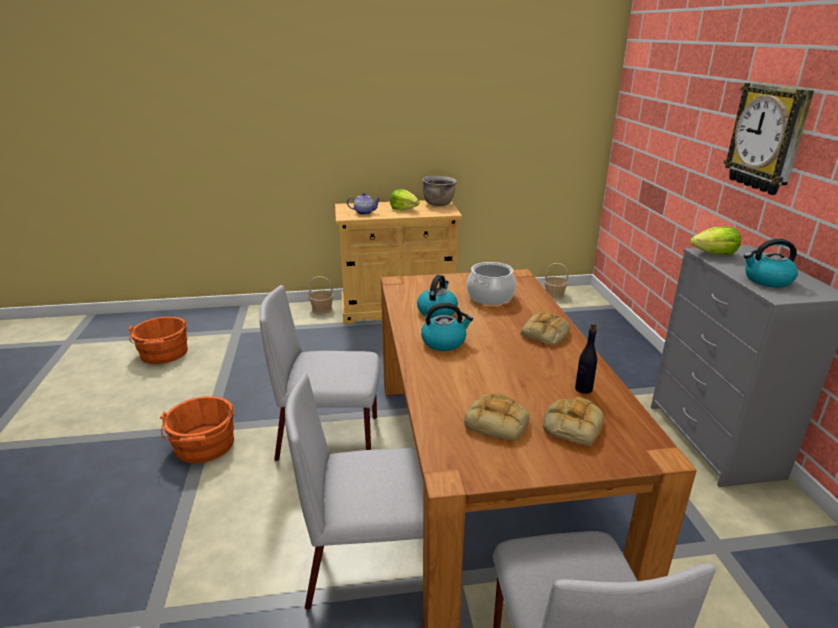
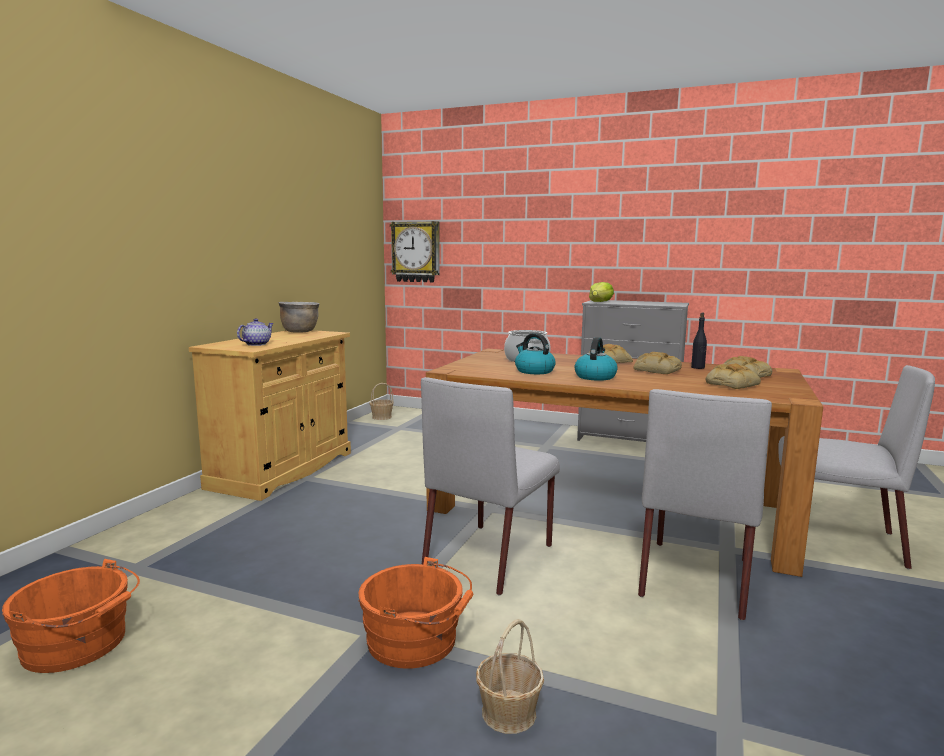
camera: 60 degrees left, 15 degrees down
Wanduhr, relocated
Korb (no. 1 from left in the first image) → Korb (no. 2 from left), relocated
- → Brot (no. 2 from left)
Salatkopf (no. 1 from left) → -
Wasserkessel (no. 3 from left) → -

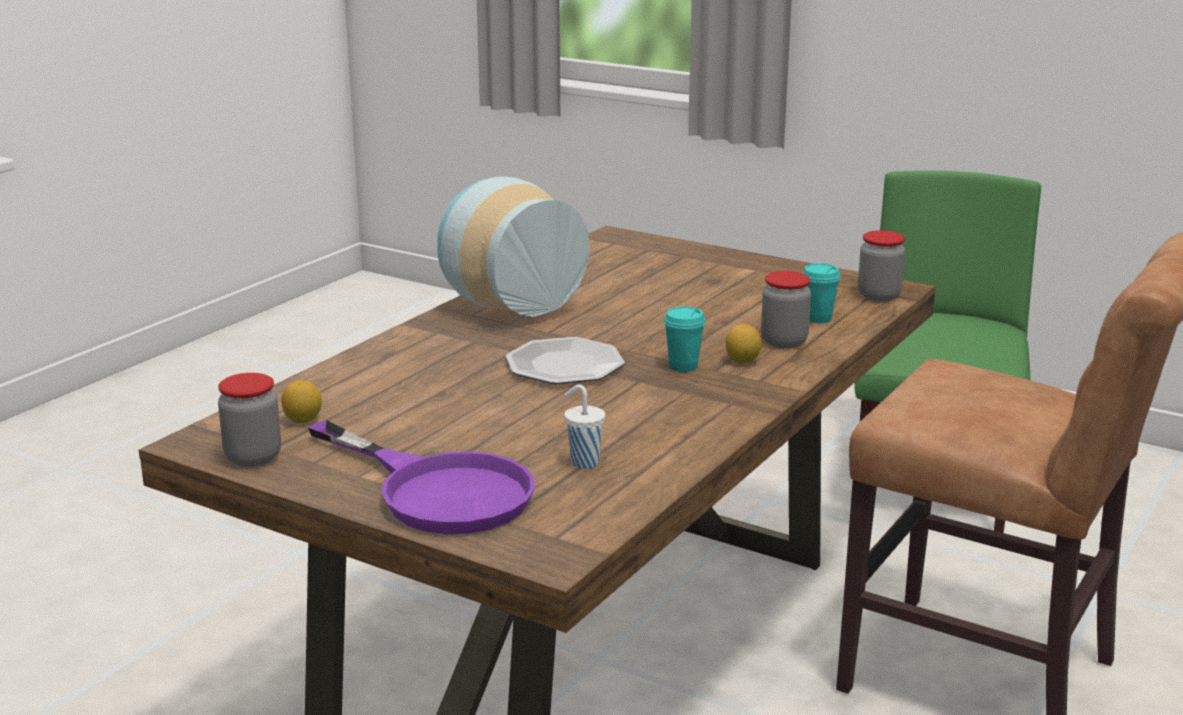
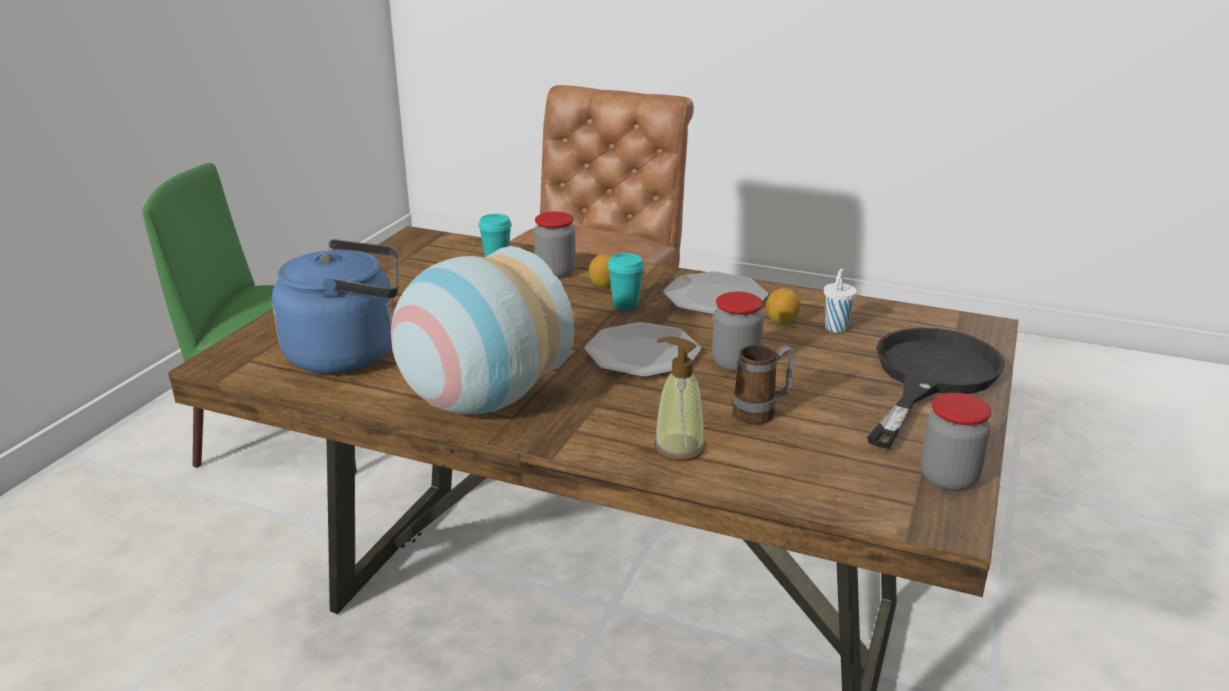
camera: 100 degrees left, 5 degrees up
- → Wasserkessel [blau]
- → Seifenspender
- → Teller (no. 2 from left)
Vorratsglas (no. 3 from left in the first image) → Vorratsglas (no. 2 from left), relocated
- → Henkelbecher
Zitrone (no. 1 from left in the first image) → Zitrone (no. 2 from left), relocated
Pfanne [lila] → Pfanne [schwarz]

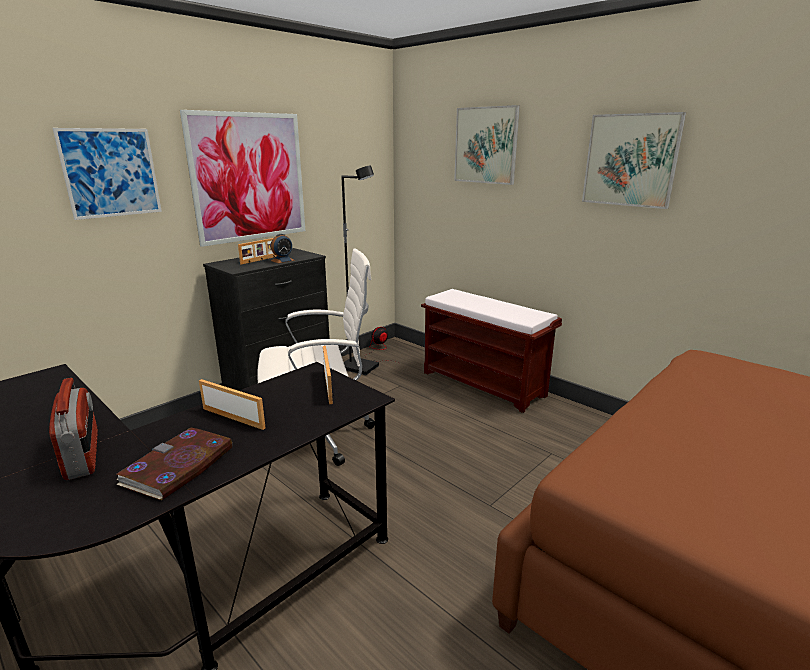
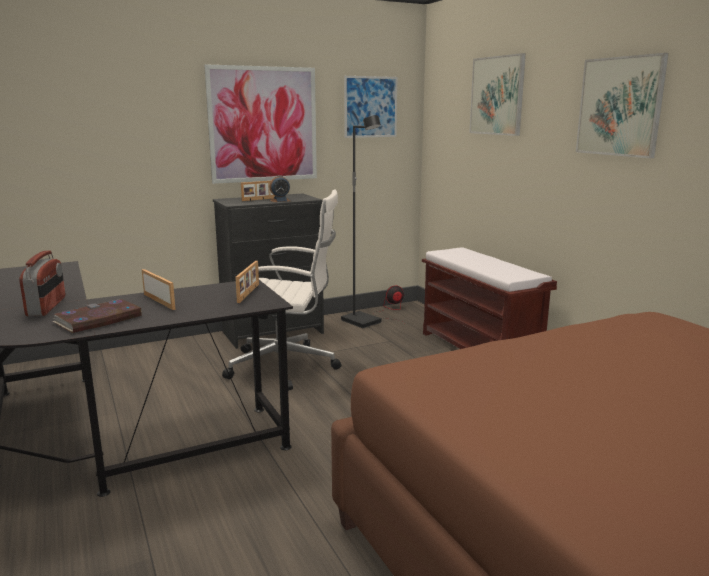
camera: 20 degrees right, 5 degrees down
Bild (no. 1 from left in the first image) → Bild (no. 2 from left), relocated

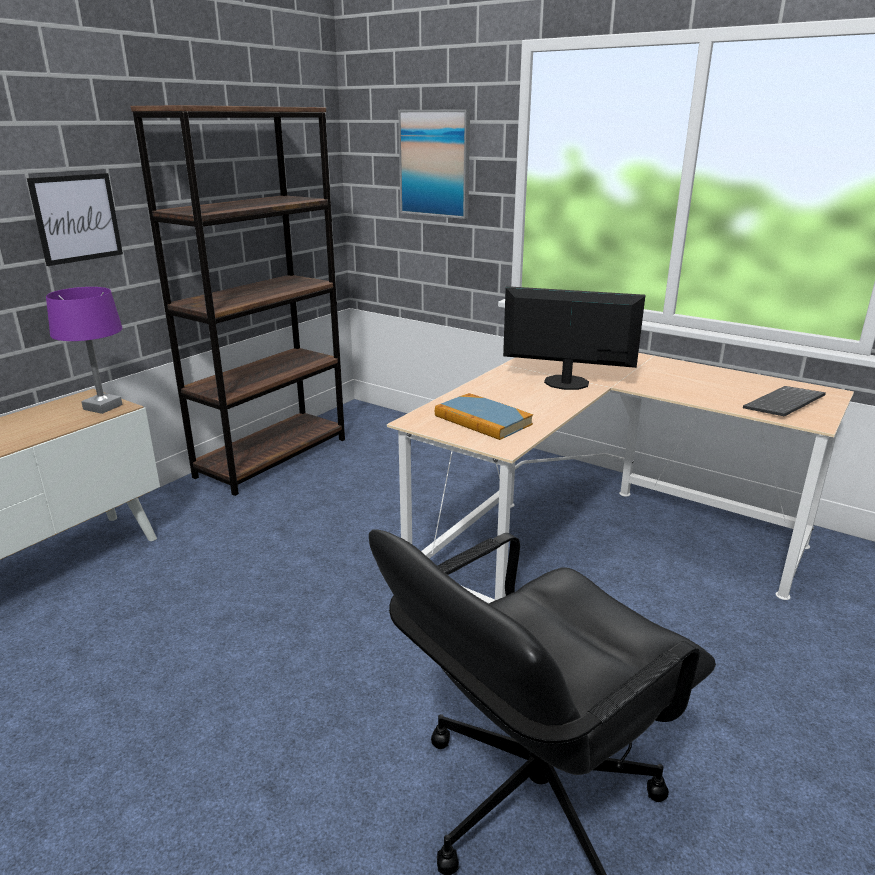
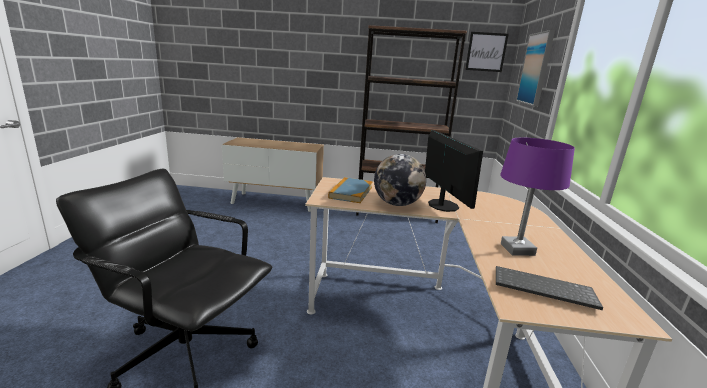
camera: 60 degrees right, 5 degrees down
- → Globus
Bild (no. 1 from left), relocated
Tischlampe [lila], relocated

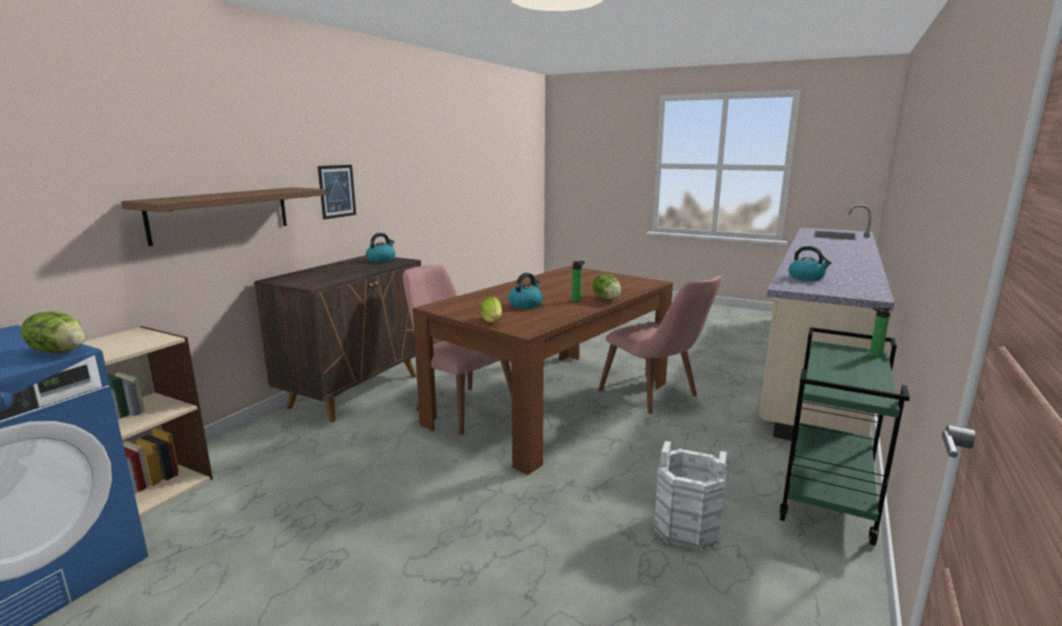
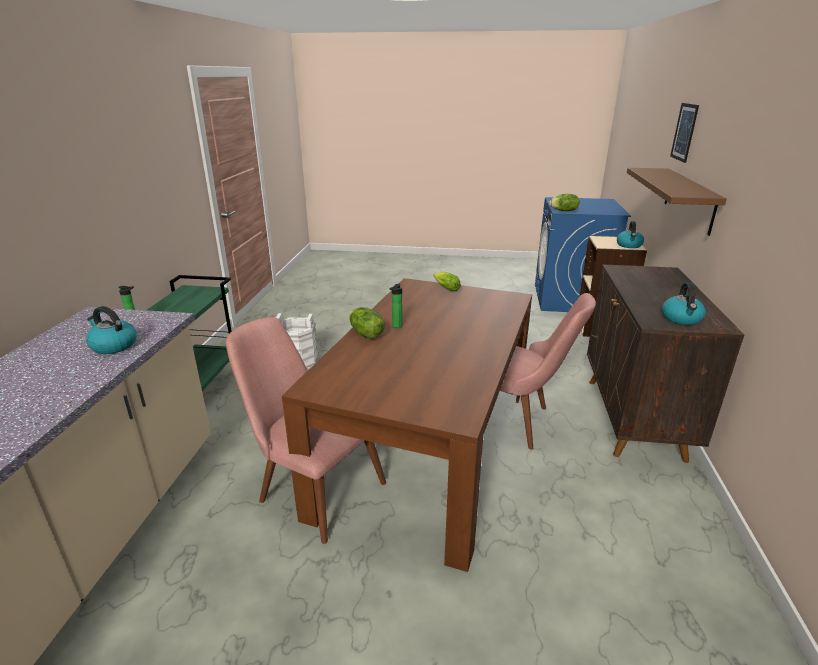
camera: 160 degrees right, 10 degrees up
Wasserkessel (no. 2 from left), relocated
Bild, relocated

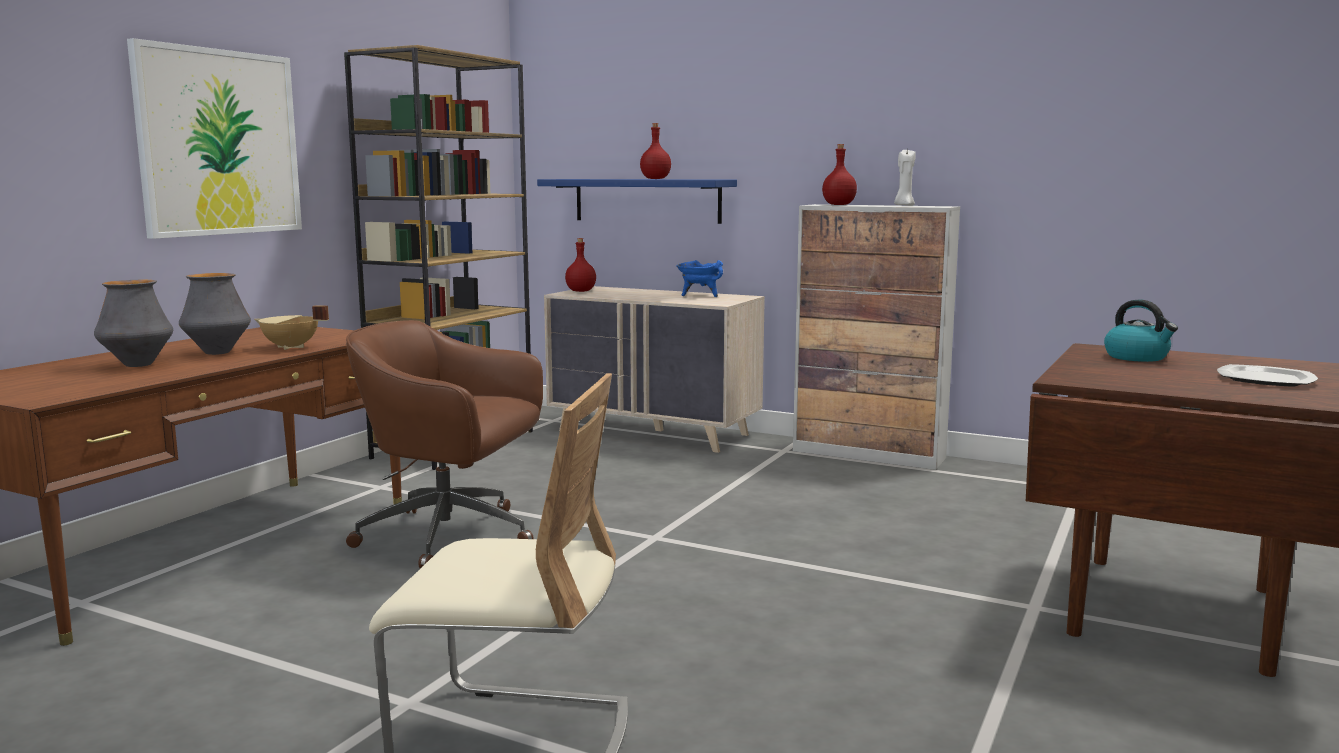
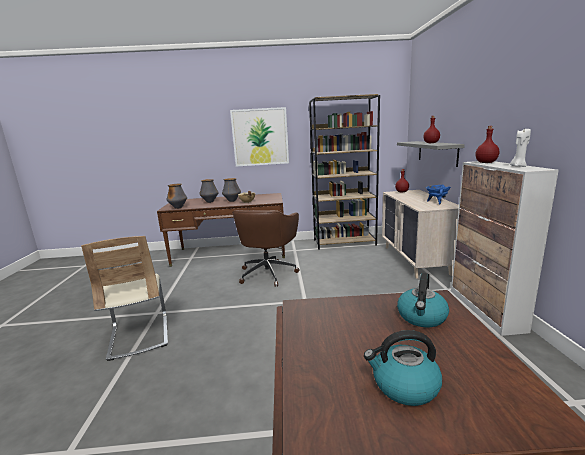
camera: 60 degrees right, 5 degrees up
- → Vase (no. 1 from left)
Bürostuhl [braun], 150 degrees counterclockwise
Teller → Wasserkessel (no. 1 from left)
Wandregal [blau] → Wandregal [grau]

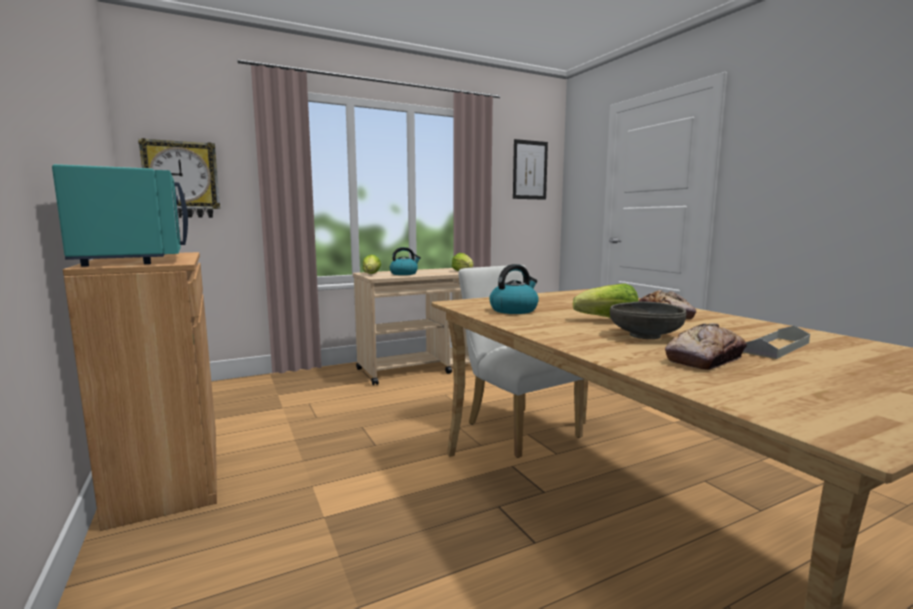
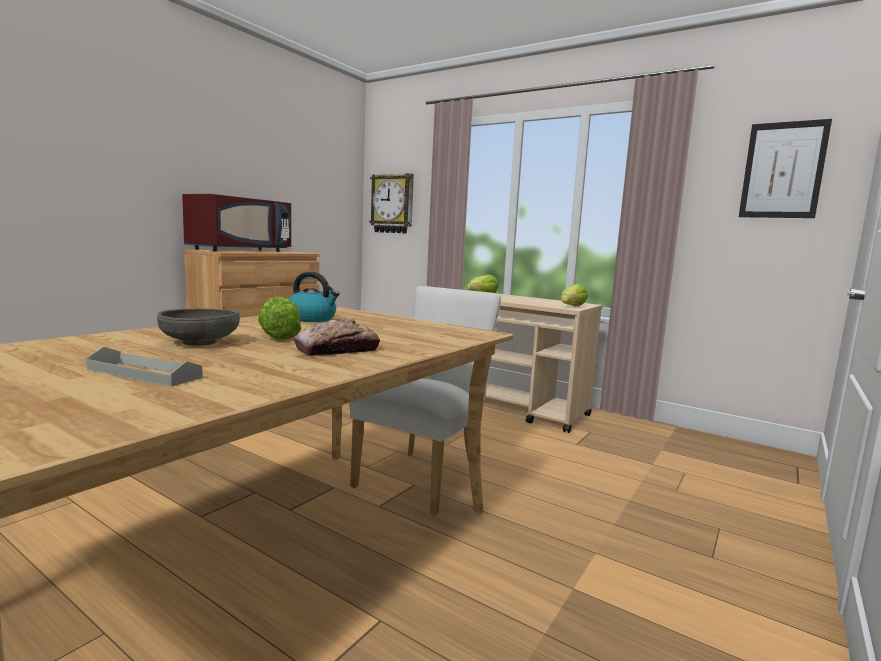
camera: 60 degrees right, 0 degrees up
Mikrowelle [türkis] → Mikrowelle [rot]
Wasserkessel (no. 1 from left) → -
Brot (no. 2 from left) → -

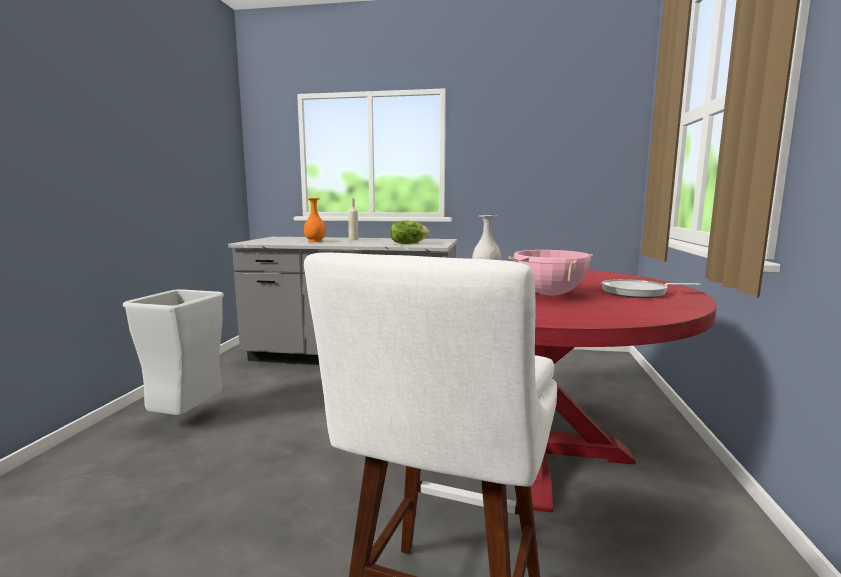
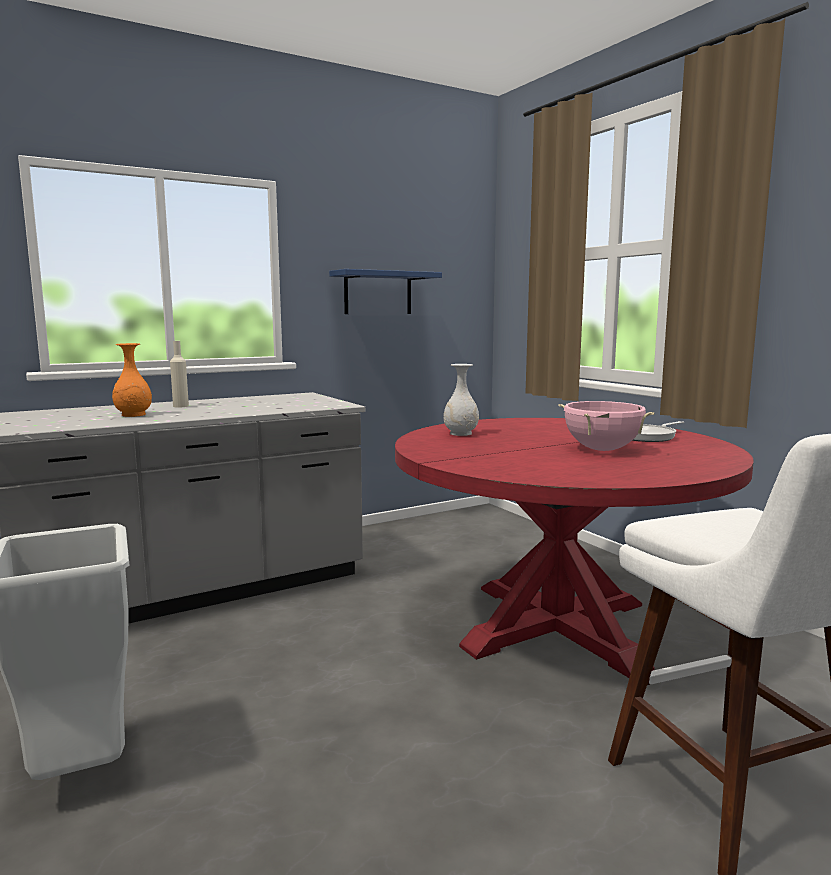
camera: 40 degrees left, 0 degrees up
- → Wandregal [blau]
Salatkopf → -

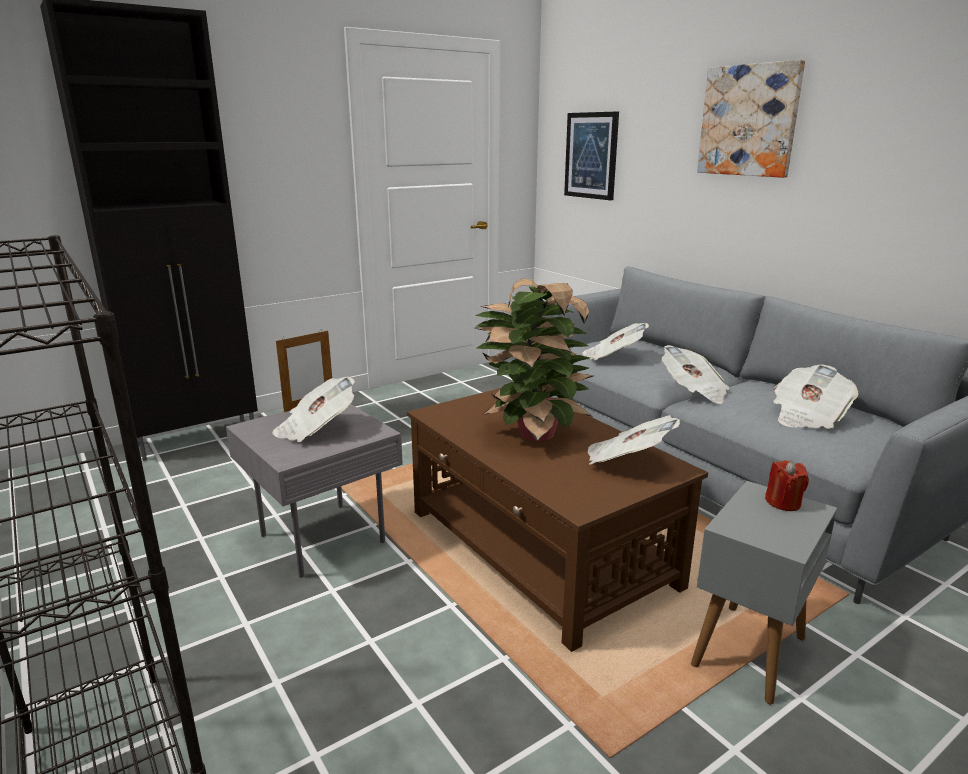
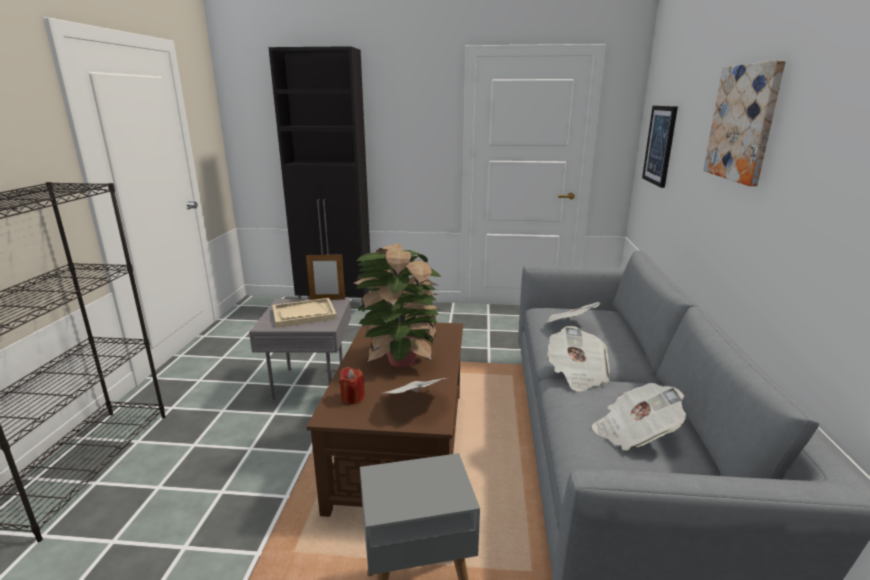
camera: 40 degrees right, 0 degrees up
Zeitung (no. 1 from left) → Tablett [beige]
Kerze [rot], relocated

